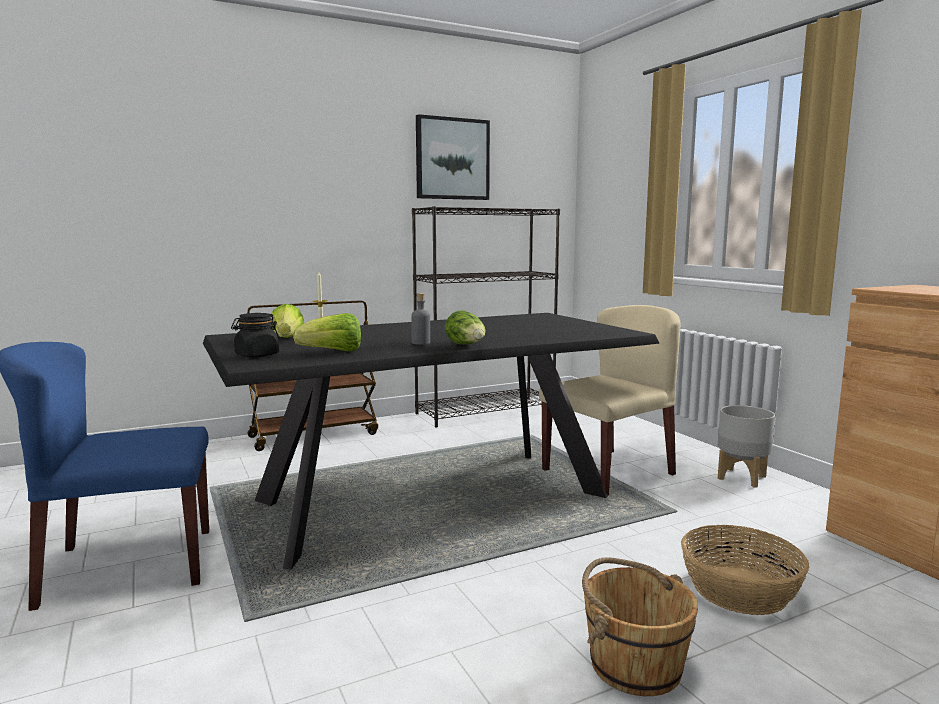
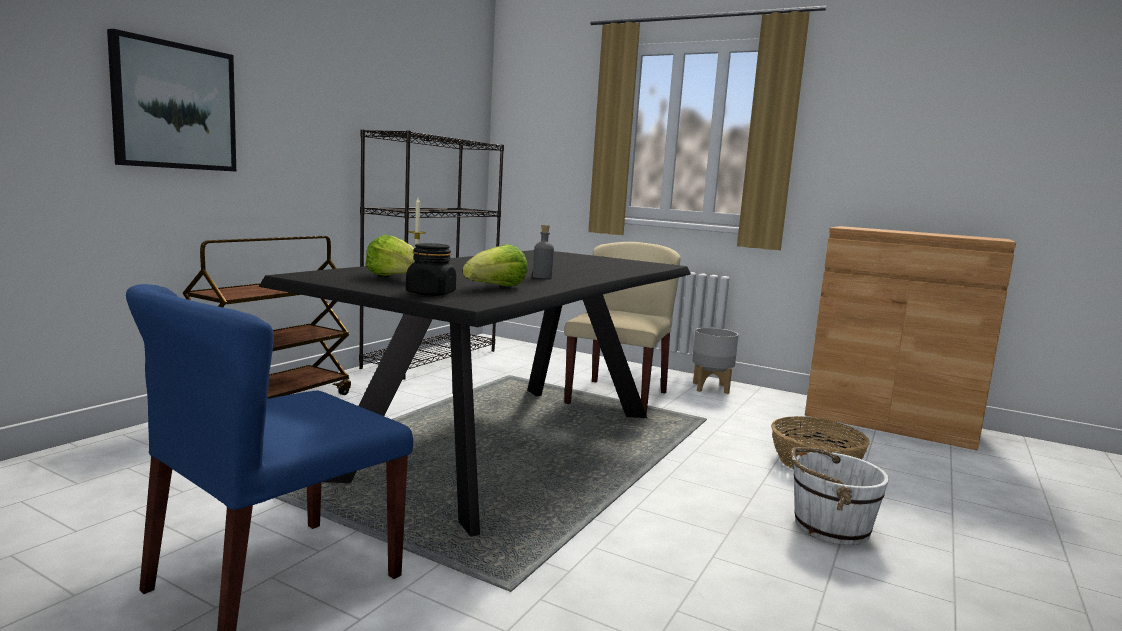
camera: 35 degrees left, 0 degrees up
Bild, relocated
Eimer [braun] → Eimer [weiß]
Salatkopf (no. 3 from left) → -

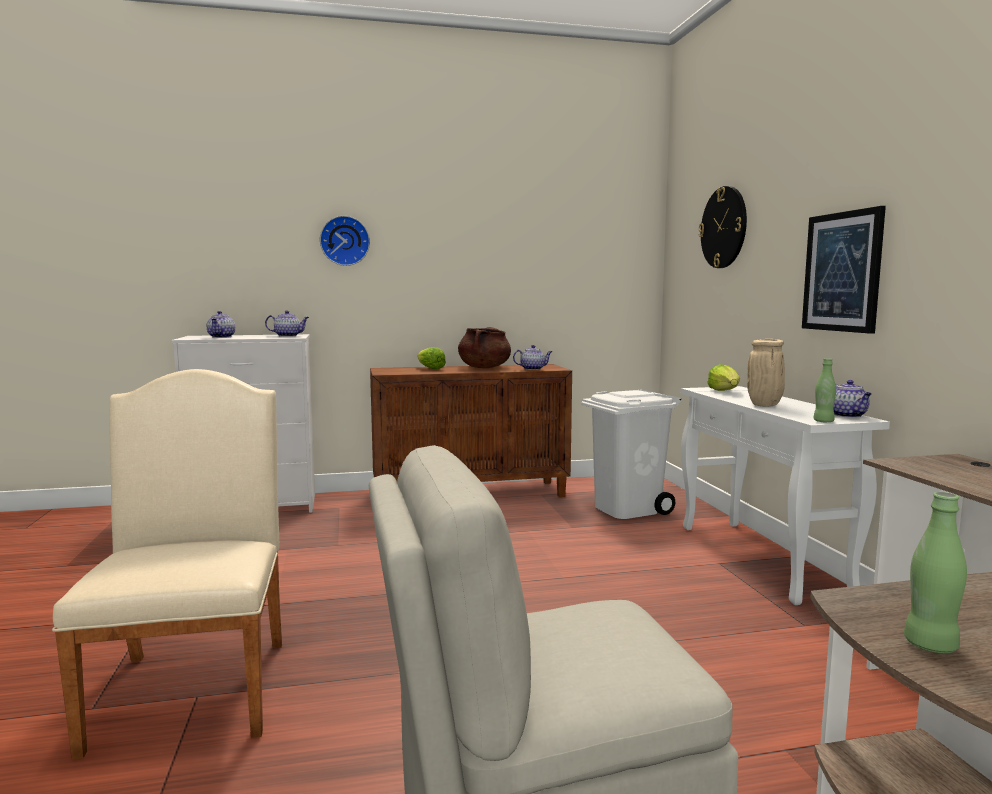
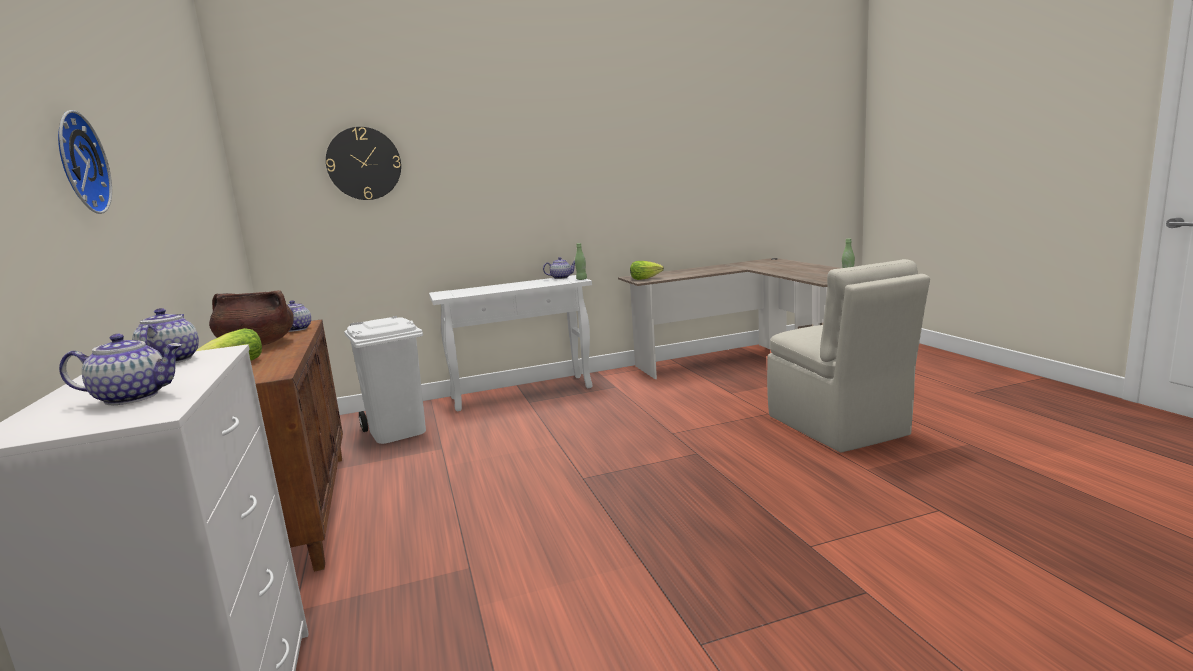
camera: 95 degrees left, 5 degrees up
Salatkopf (no. 2 from left), relocated
Stuhl [beige] (no. 1 from left) → -
Vase [beige] → -
Bild → -

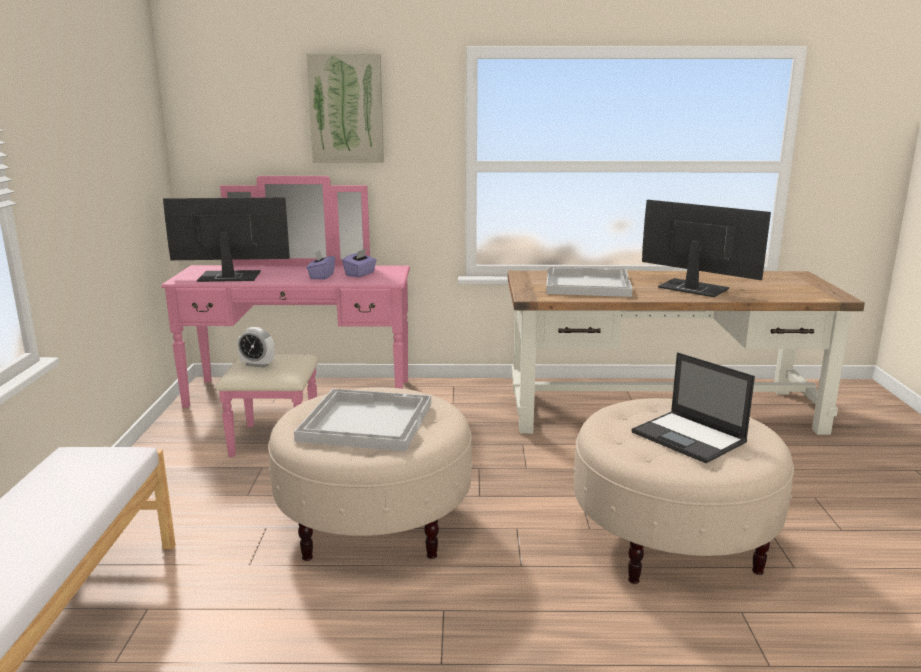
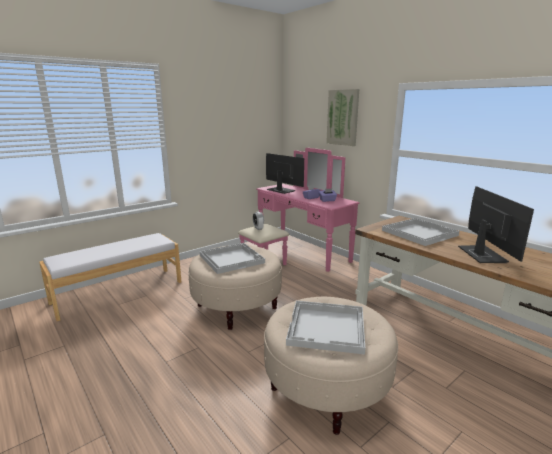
camera: 50 degrees right, 0 degrees up
Laptop → Tablett [weiß] (no. 2 from left)

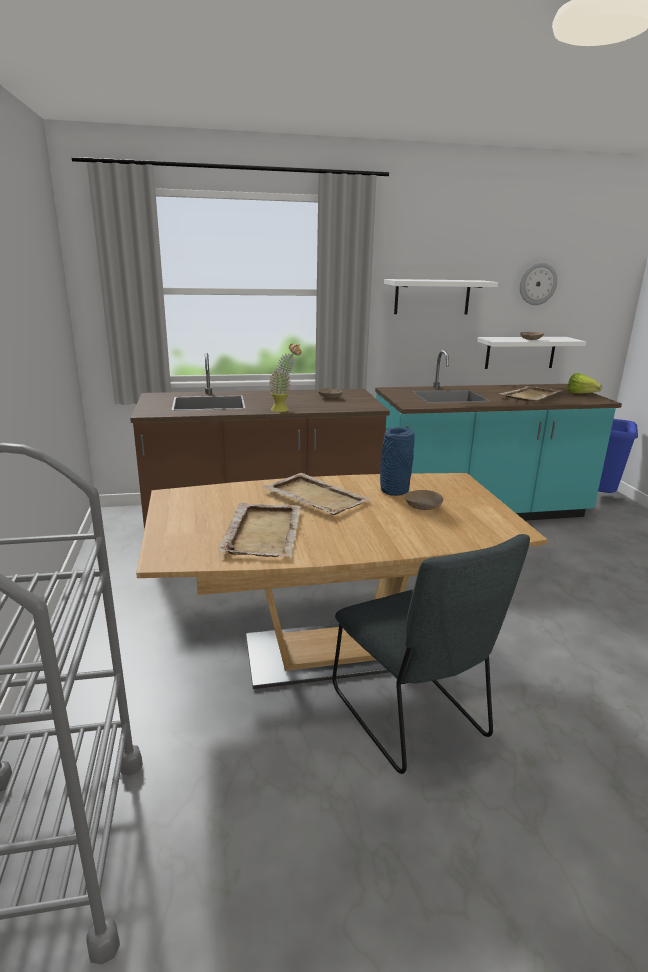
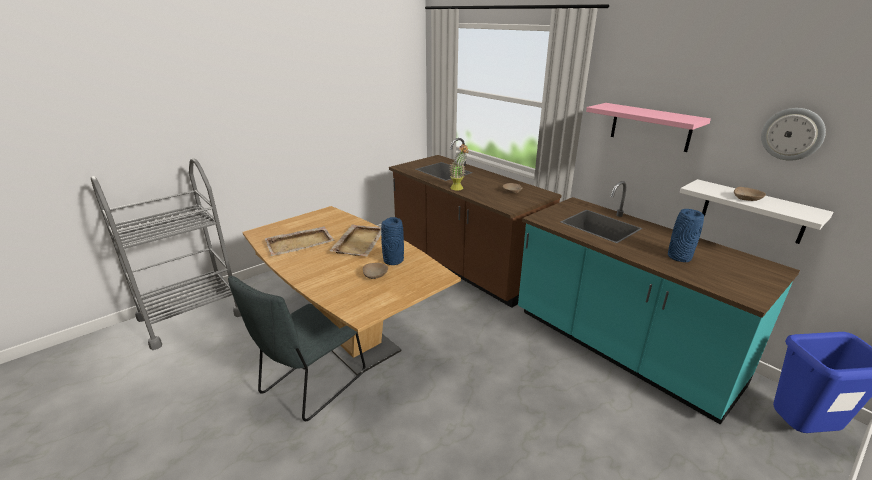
camera: 60 degrees right, 5 degrees up
Wandregal [weiß] (no. 1 from left) → Wandregal [rosa]
Tablett [beige] (no. 3 from left) → Vase [blau] (no. 2 from left)
Salatkopf → -

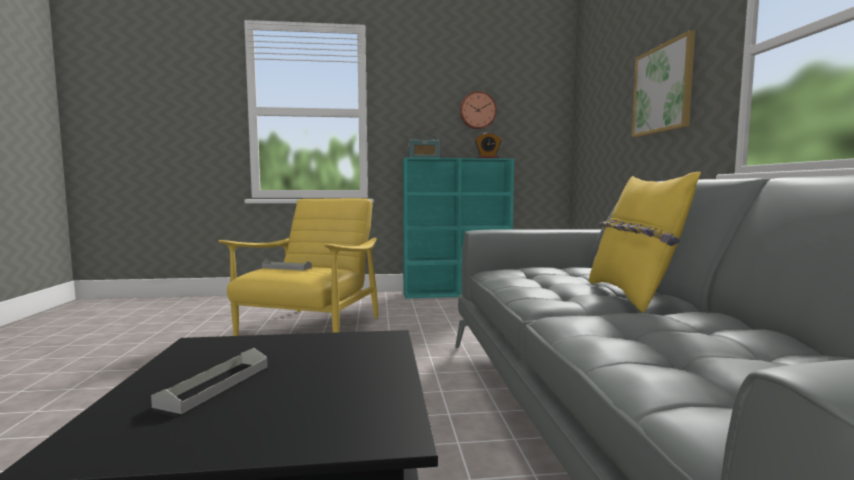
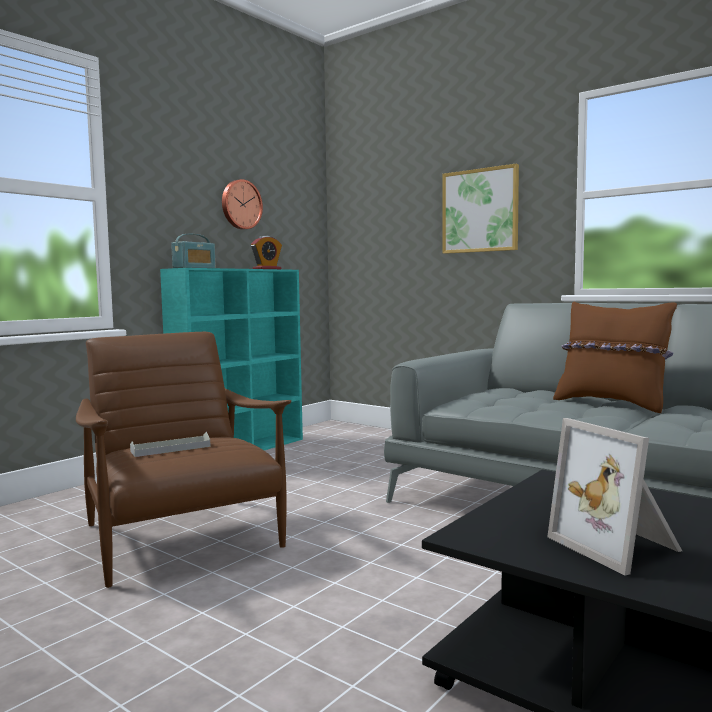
camera: 45 degrees left, 0 degrees up
Sessel [gelb] → Sessel [braun]
Tablett [grau] (no. 1 from left) → Bilderrahmen
Kissen [gelb] → Kissen [braun]

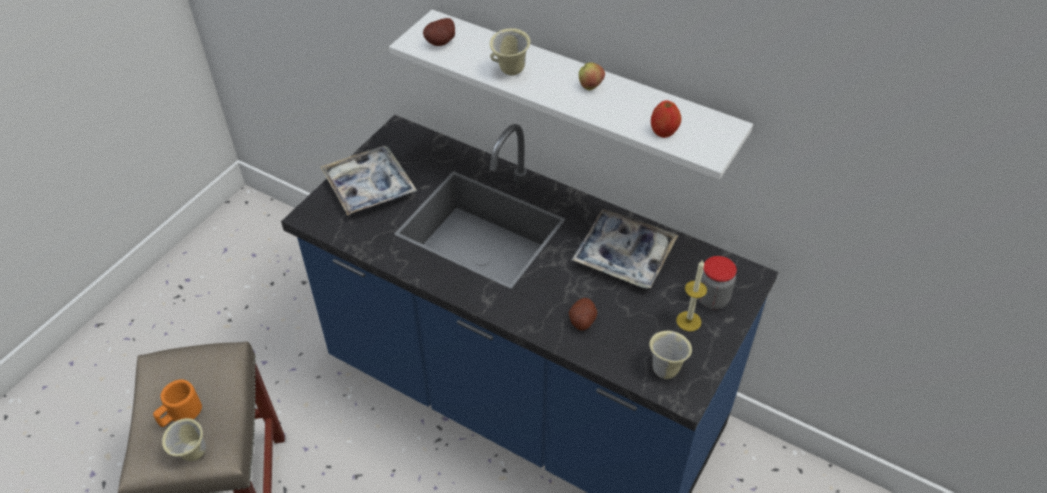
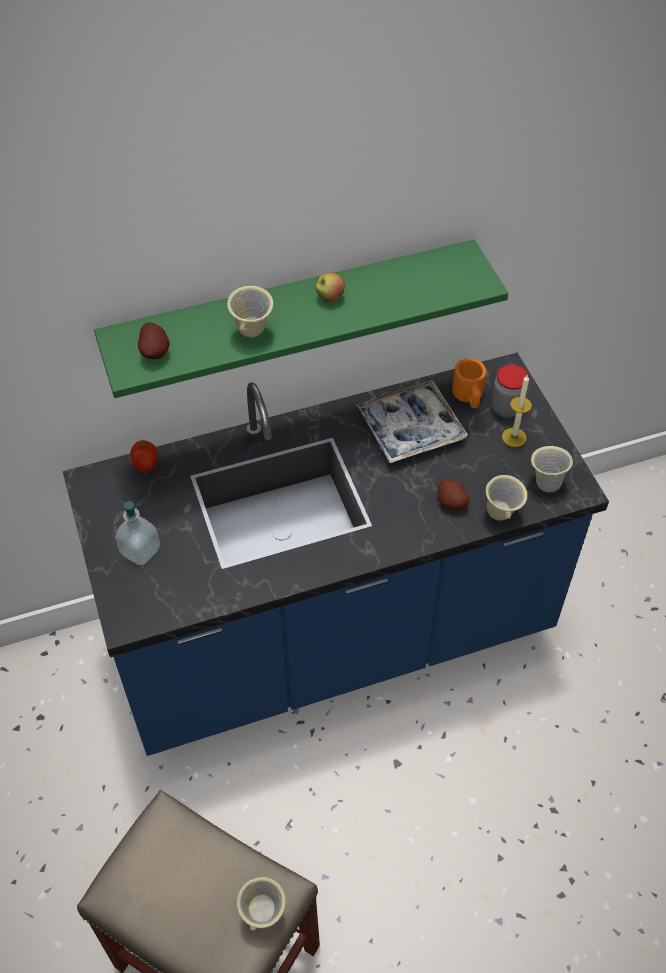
camera: 50 degrees left, 5 degrees up
Wandregal [weiß] → Wandregal [grün]
Tablett (no. 1 from left) → Seifenspender
Apfel (no. 2 from left in the first image) → Apfel (no. 1 from left), relocated
Henkelbecher [orange], relocated
- → Henkelbecher [beige] (no. 3 from left)

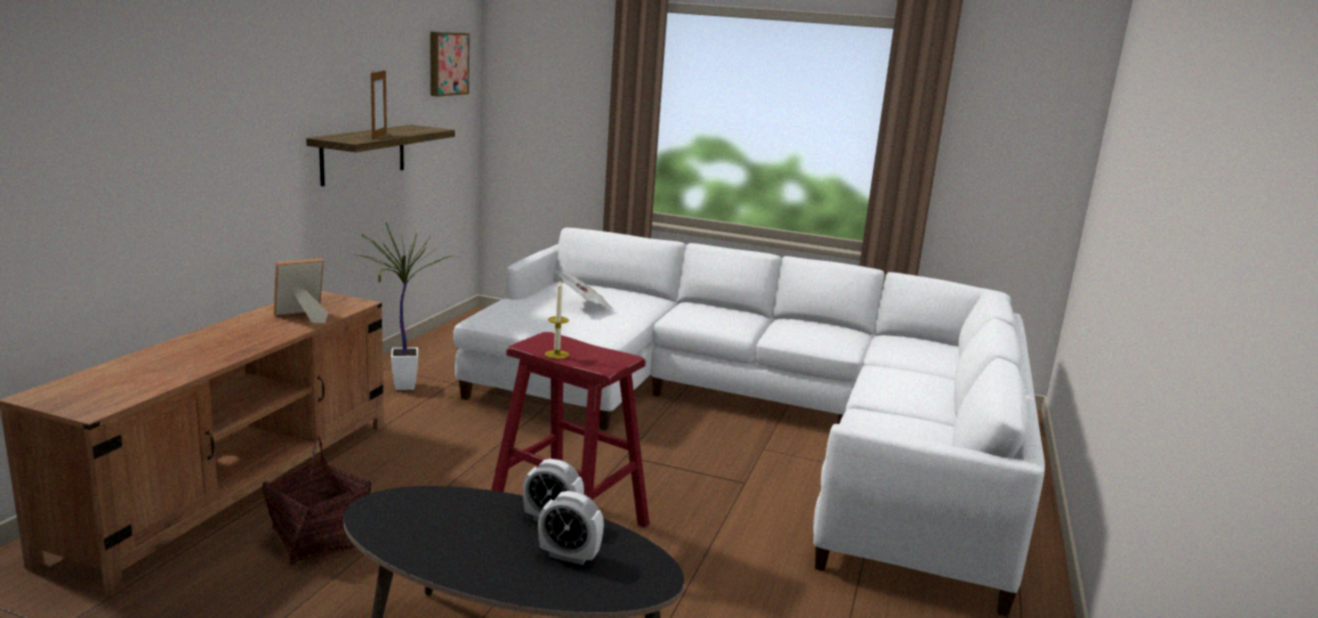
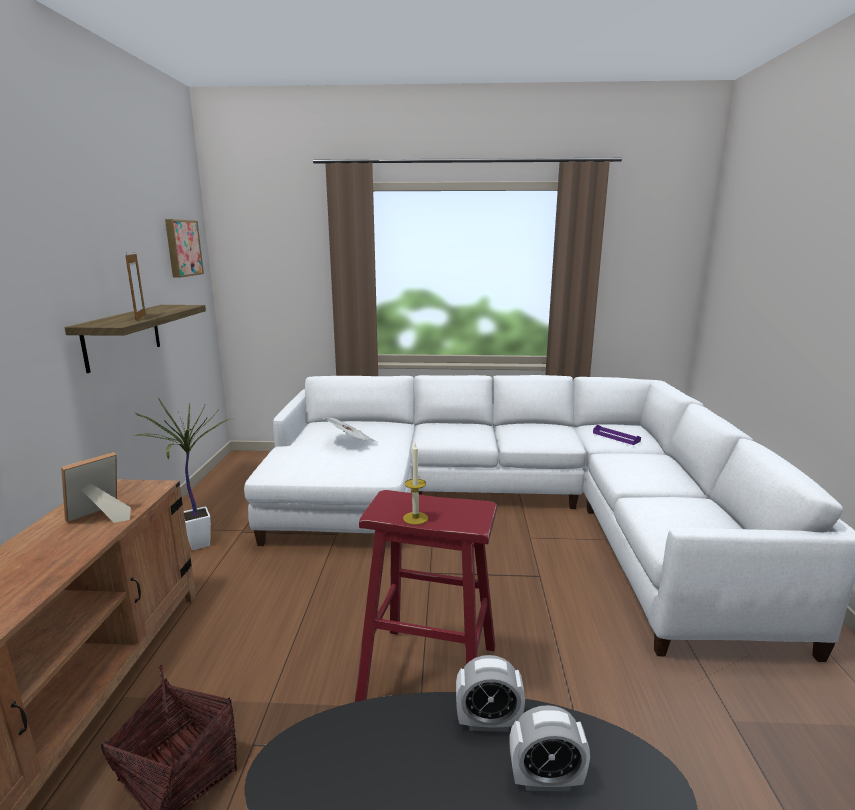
camera: 15 degrees left, 0 degrees up
- → Tablett [lila]

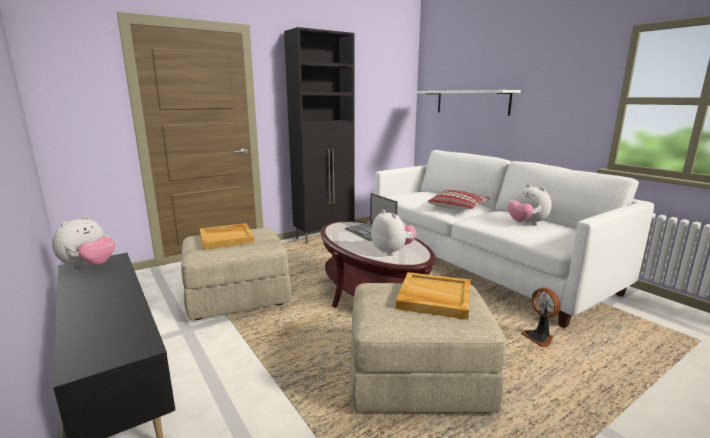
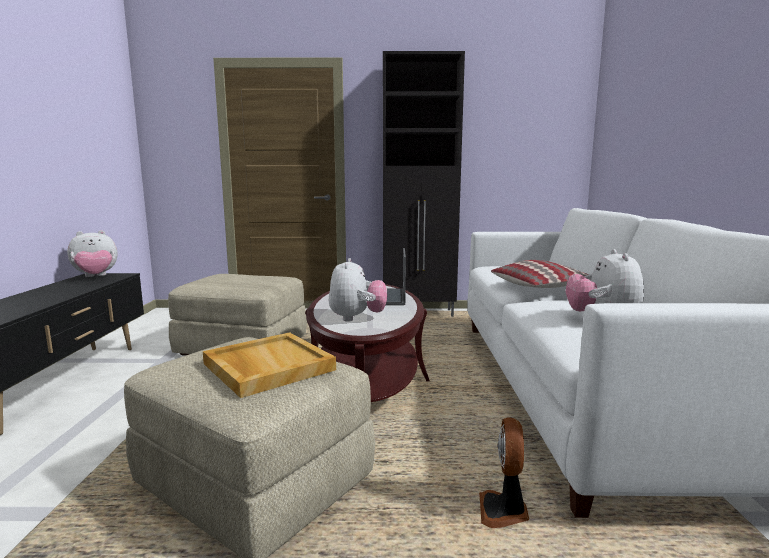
camera: 35 degrees right, 5 degrees down
Tablett [beige] (no. 1 from left) → -
Wandregal [weiß] → -

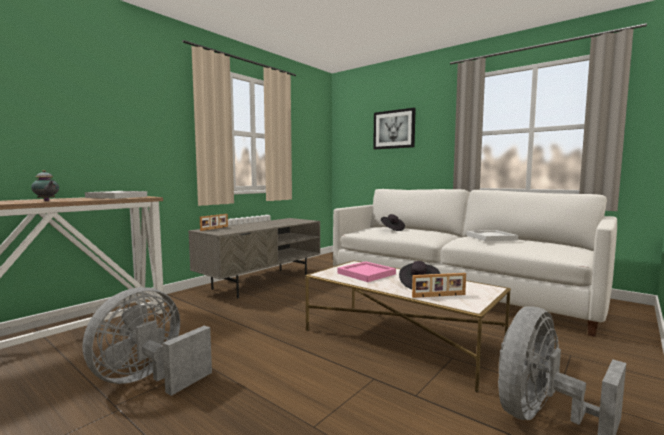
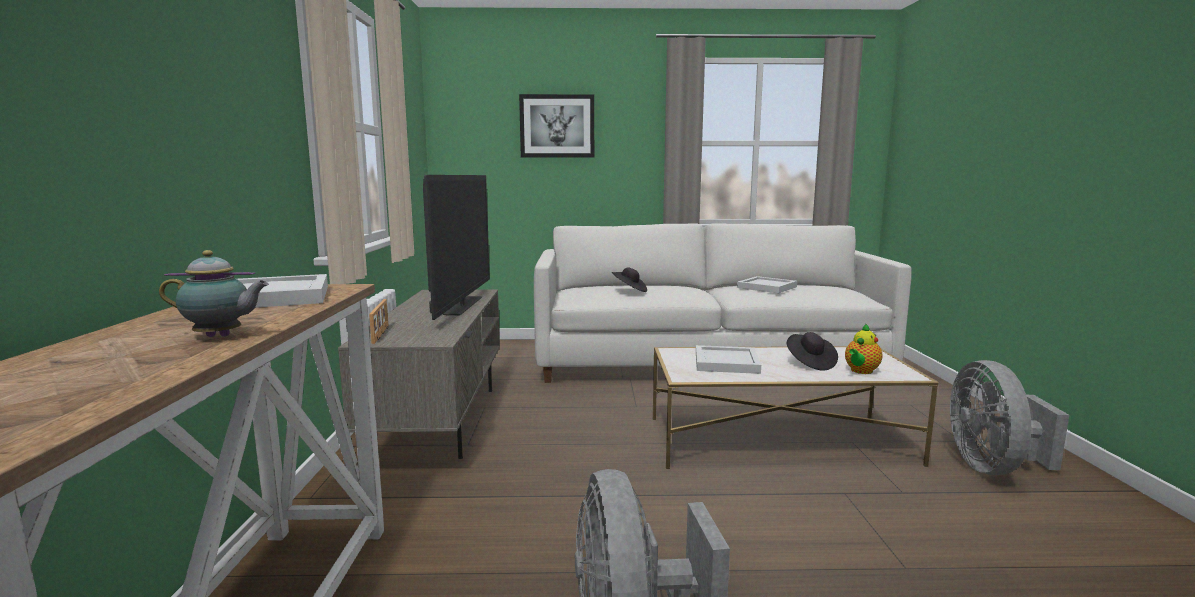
camera: 40 degrees left, 5 degrees up
- → Fernseher
Tablett [rosa] → Tablett [weiß] (no. 2 from left)
Bilderrahmen (no. 2 from left) → Teekanne (no. 2 from left)

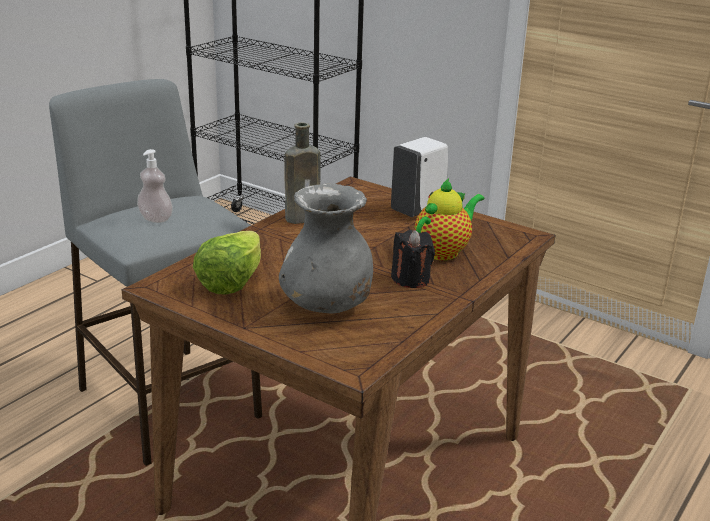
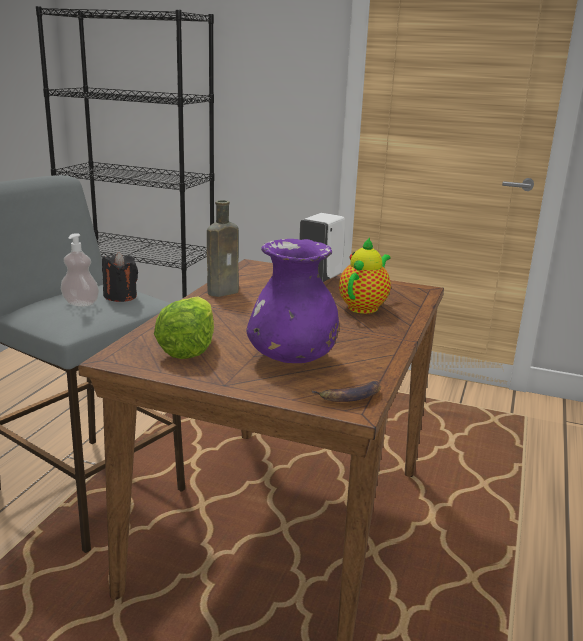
camera: 15 degrees left, 5 degrees down
Kerze [schwarz], relocated
Vase [grau] → Vase [lila]
- → Banane

